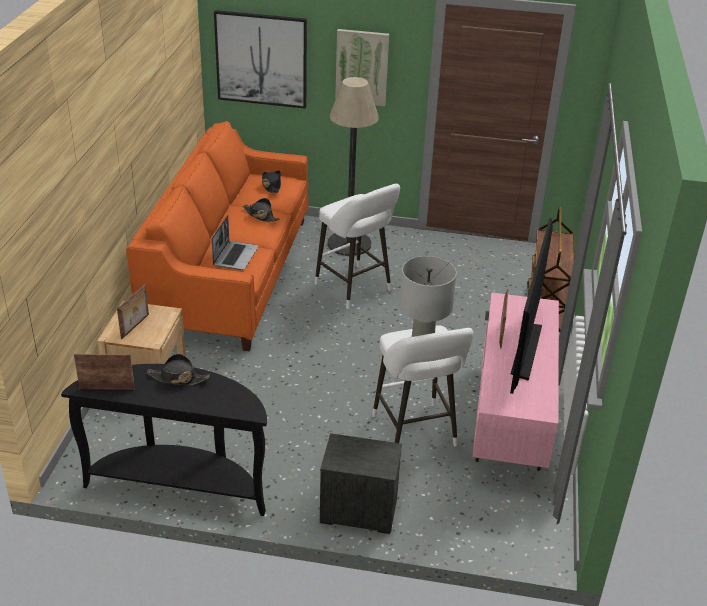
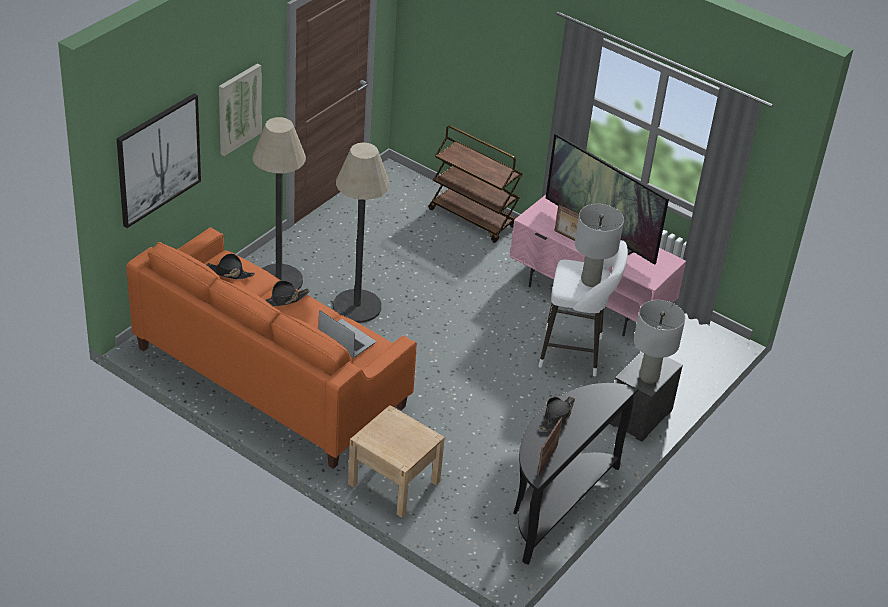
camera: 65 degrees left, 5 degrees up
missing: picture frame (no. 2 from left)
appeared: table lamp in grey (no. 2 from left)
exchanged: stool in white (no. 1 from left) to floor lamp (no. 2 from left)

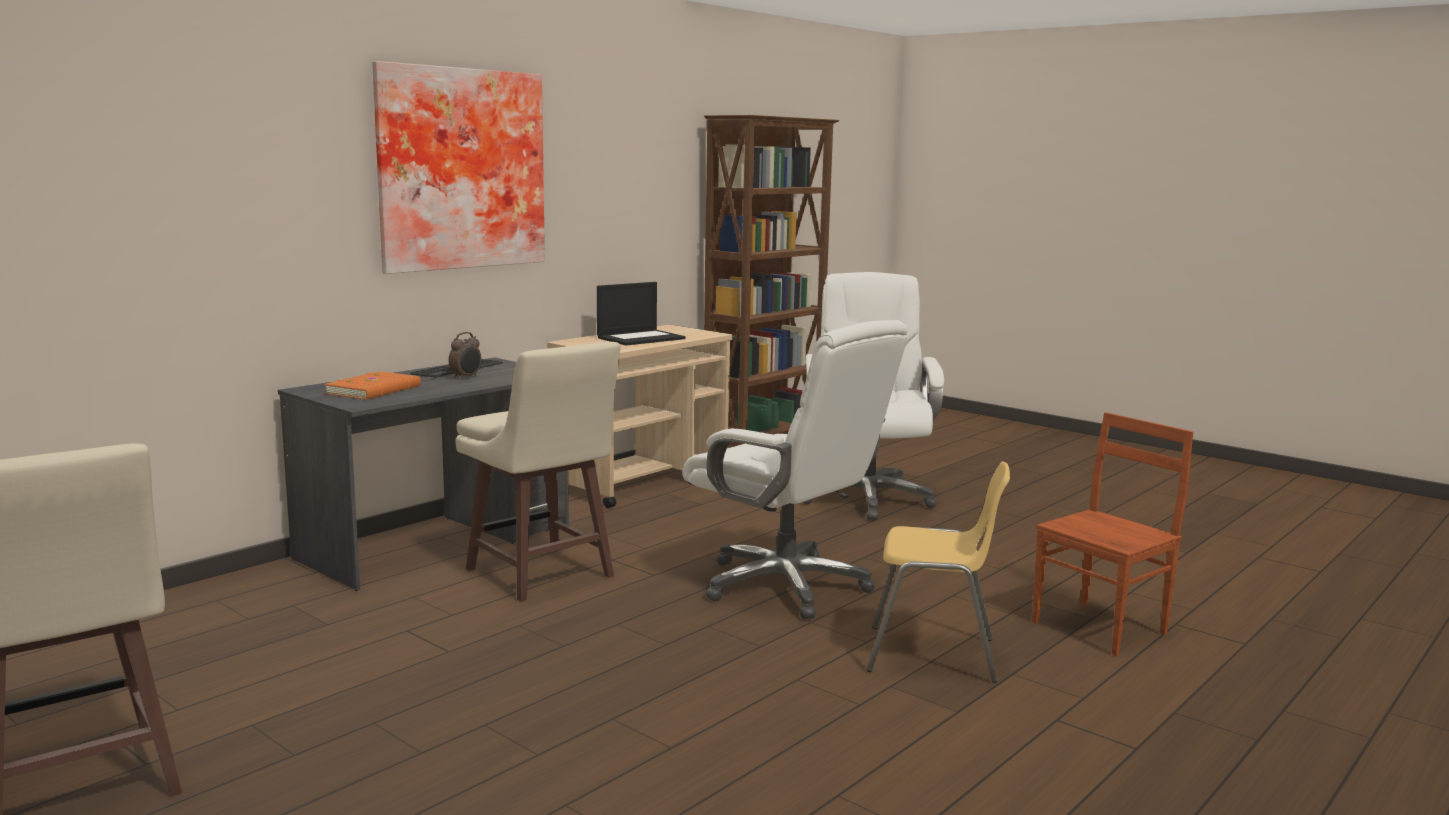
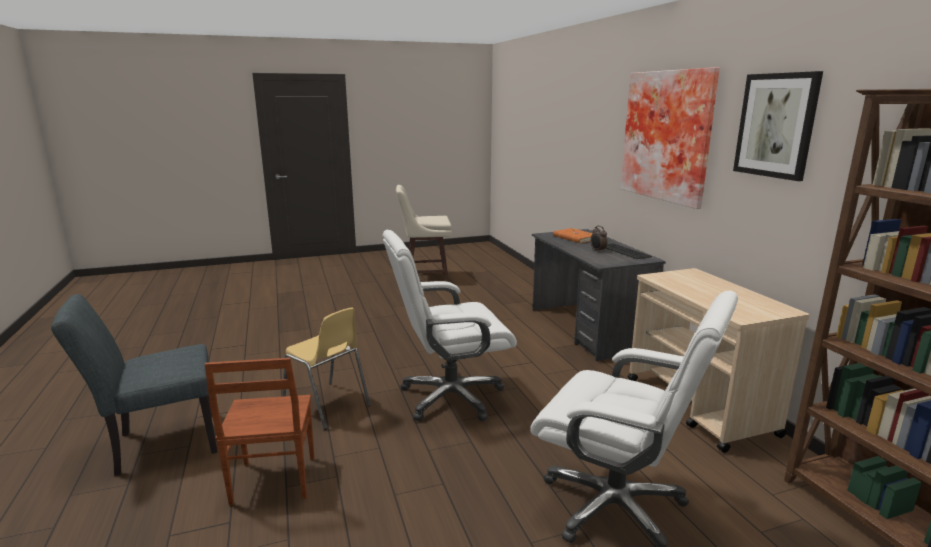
camera: 120 degrees right, 5 degrees up
missing: stool in beige (no. 2 from left); laptop
appeared: chair in grey; picture (no. 2 from left)
spun: chair in yellow 90 degrees counterclockwise

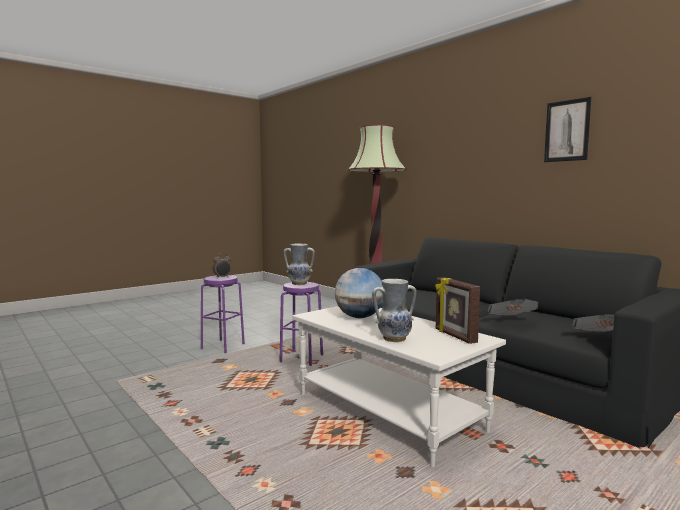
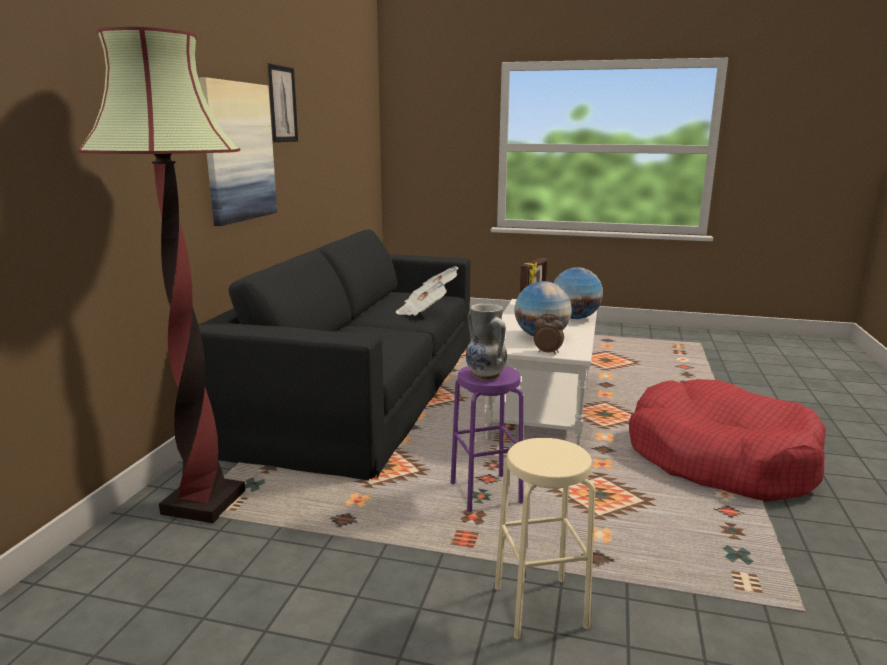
camera: 125 degrees left, 10 degrees up
appeared: picture (no. 1 from left); dog bed in red
relocated: alarm clock
exchanged: vase (no. 2 from left) to globe (no. 2 from left)
colour: stool in purple (no. 1 from left) to stool in beige

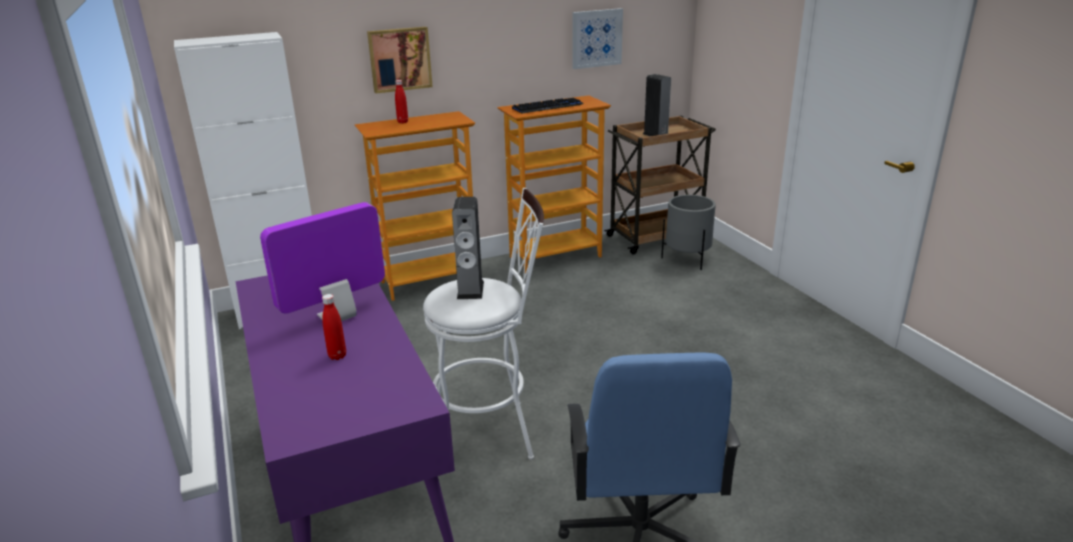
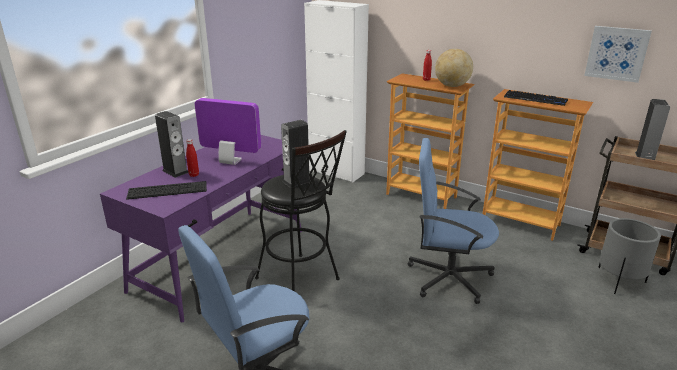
camera: 55 degrees right, 0 degrees up
missing: picture (no. 1 from left)
appeared: keyboard (no. 1 from left); speaker (no. 1 from left); office chair in blue (no. 2 from left); globe
colour: stool in white to stool in black

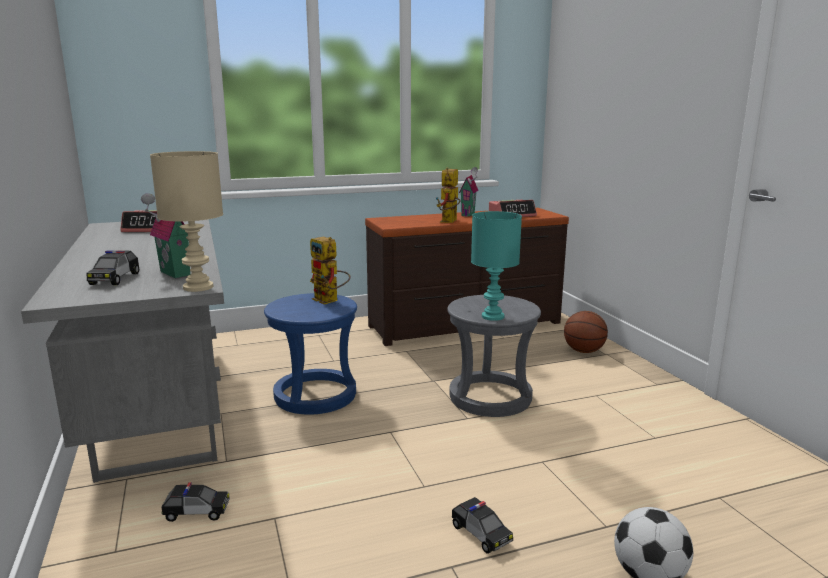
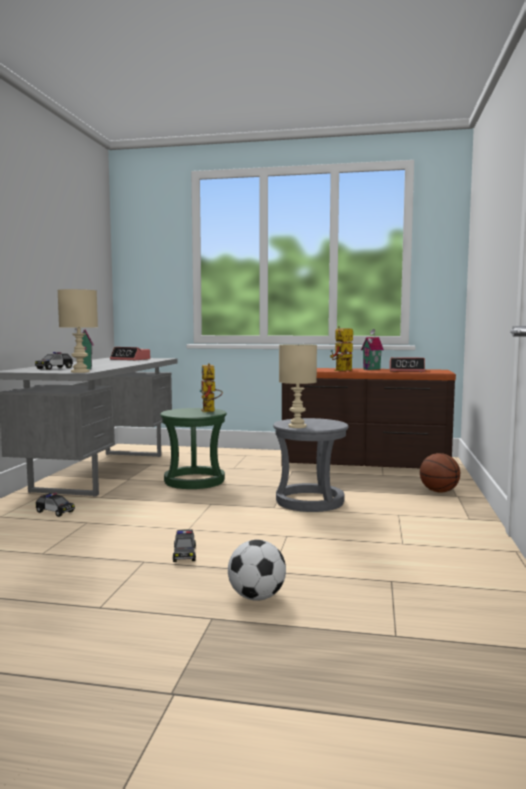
camera: 30 degrees right, 10 degrees down
colour: stool in blue to stool in green; table lamp in turquoise to table lamp in beige (no. 2 from left)

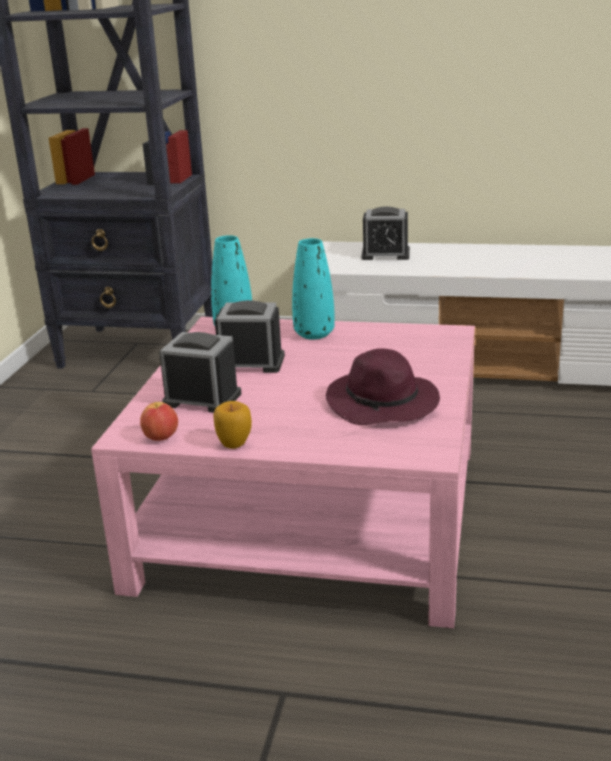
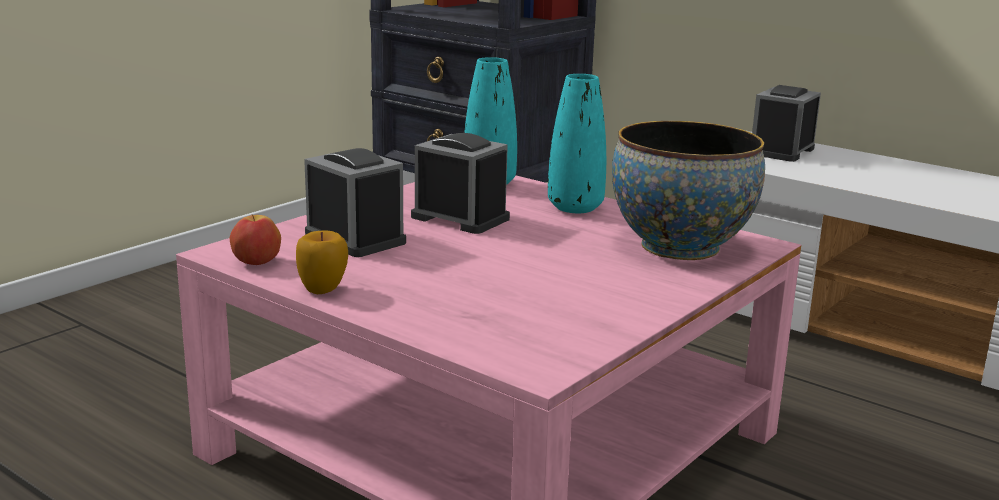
camera: 25 degrees right, 5 degrees down
missing: hat in purple
appeared: bowl
spun: alarm clock (no. 3 from left) 90 degrees clockwise

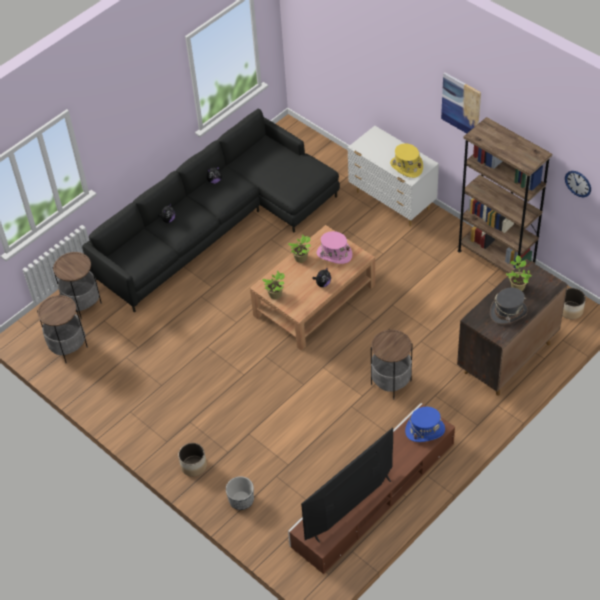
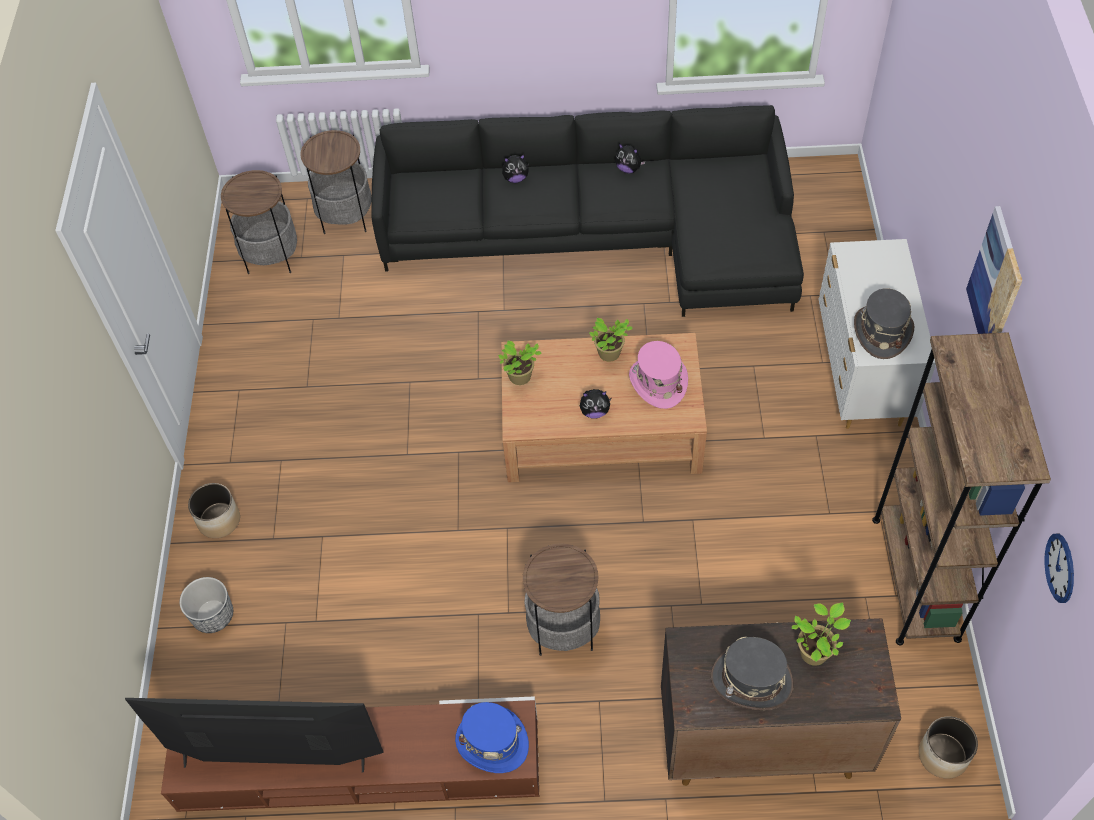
camera: 45 degrees right, 5 degrees up
colour: hat in yellow to hat in grey (no. 2 from left)

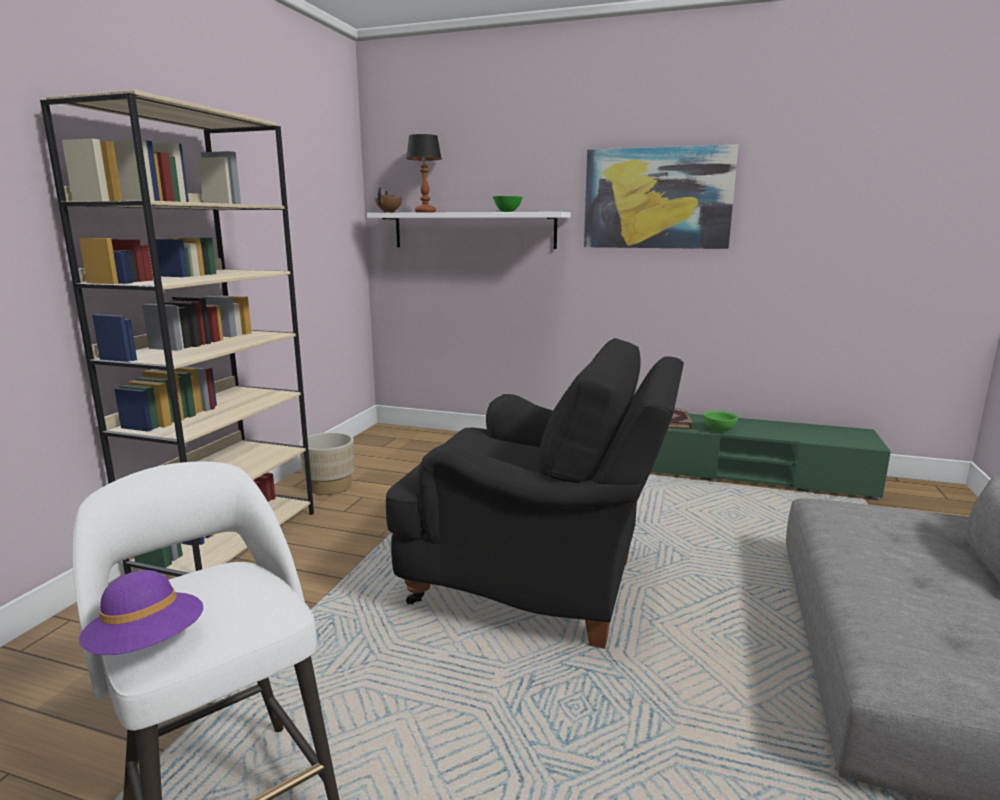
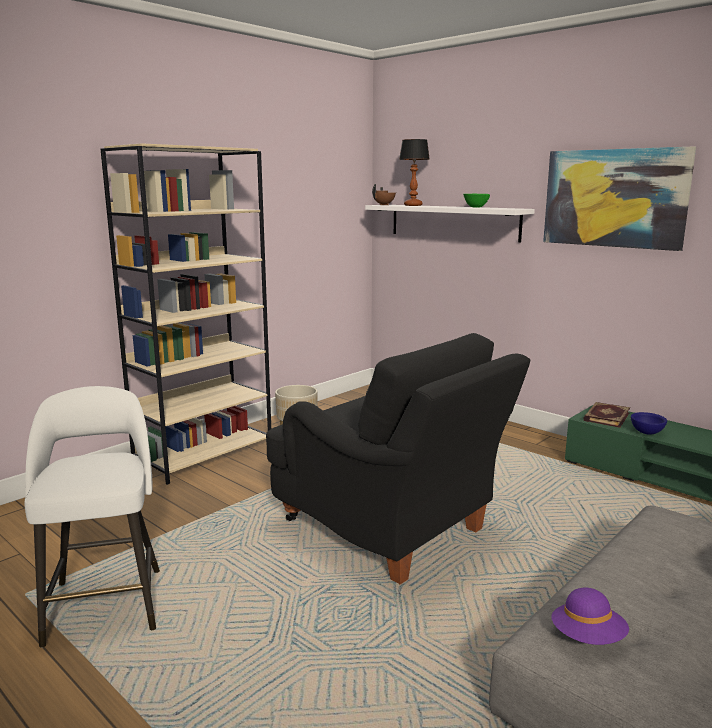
camera: 25 degrees right, 0 degrees up
relocated: hat in purple
colour: bowl in green (no. 2 from left) to bowl in blue

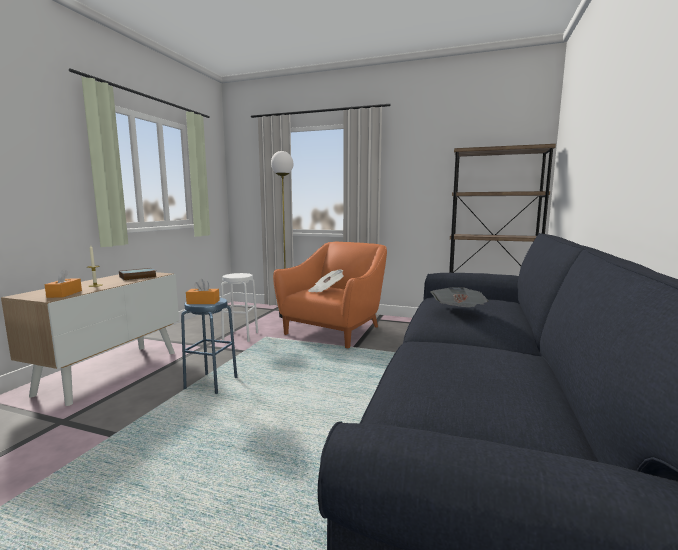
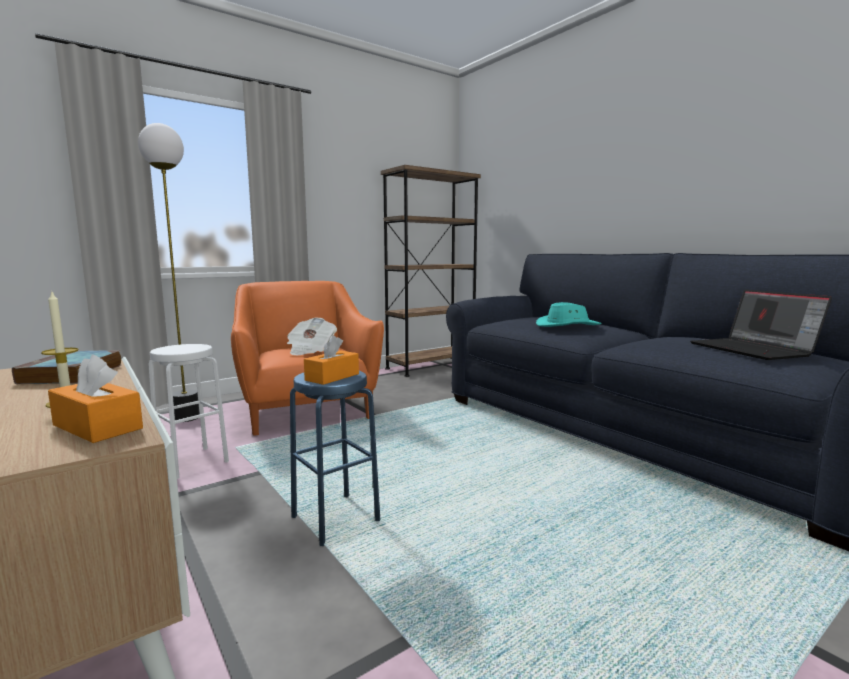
camera: 55 degrees left, 0 degrees up
appeared: laptop
exchanged: newspaper (no. 2 from left) to hat in turquoise

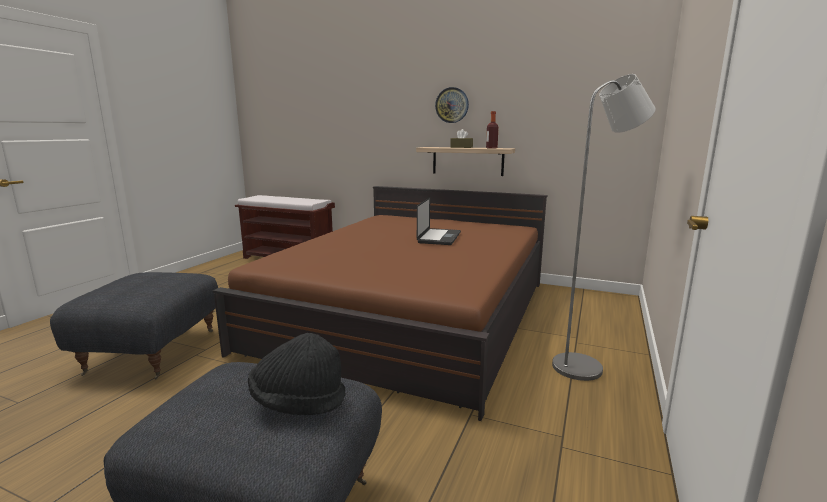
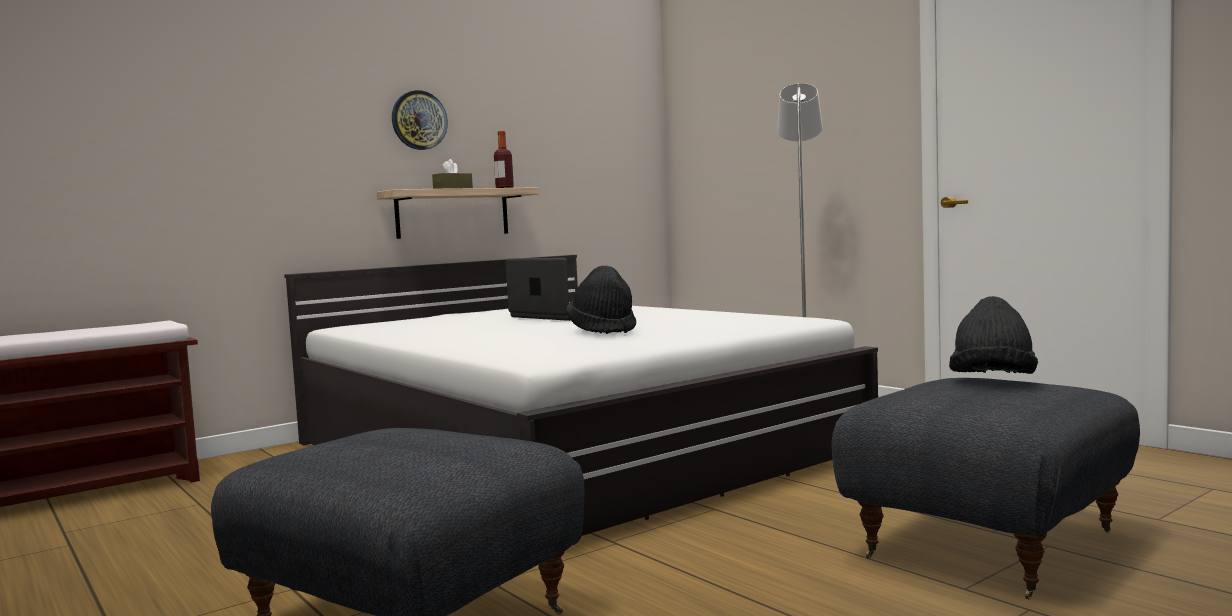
camera: 60 degrees left, 10 degrees down
appeared: hat in black (no. 1 from left)
colour: bed in brown to bed in white

